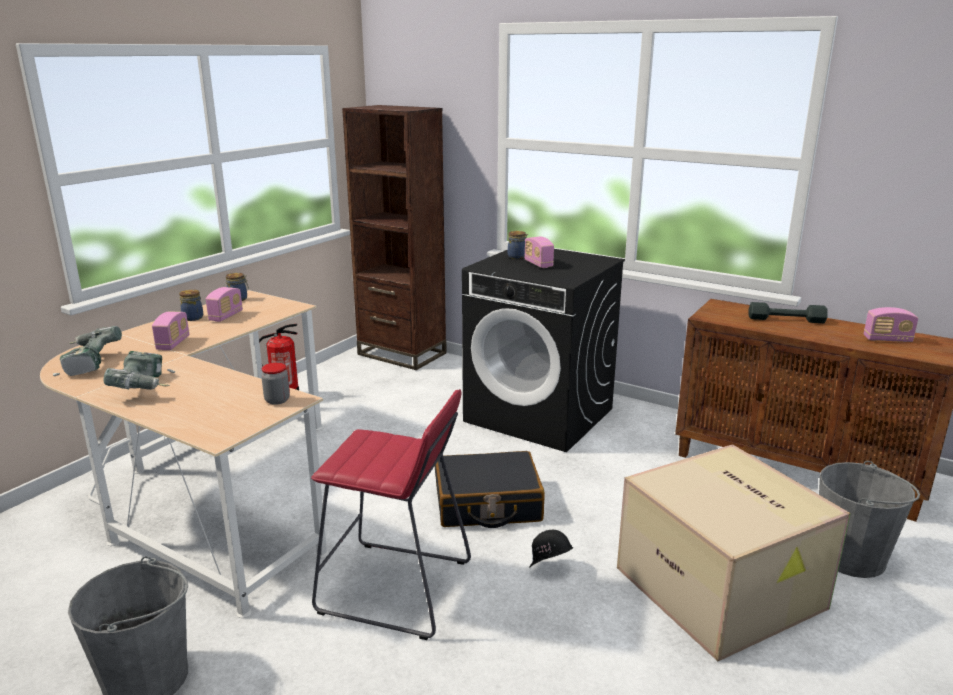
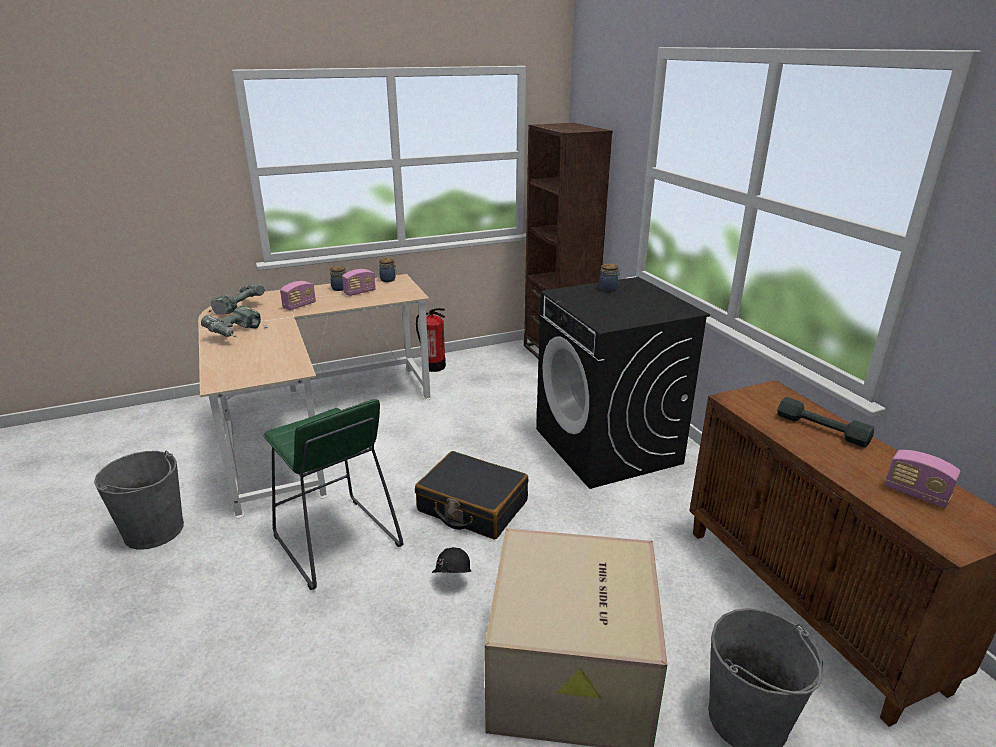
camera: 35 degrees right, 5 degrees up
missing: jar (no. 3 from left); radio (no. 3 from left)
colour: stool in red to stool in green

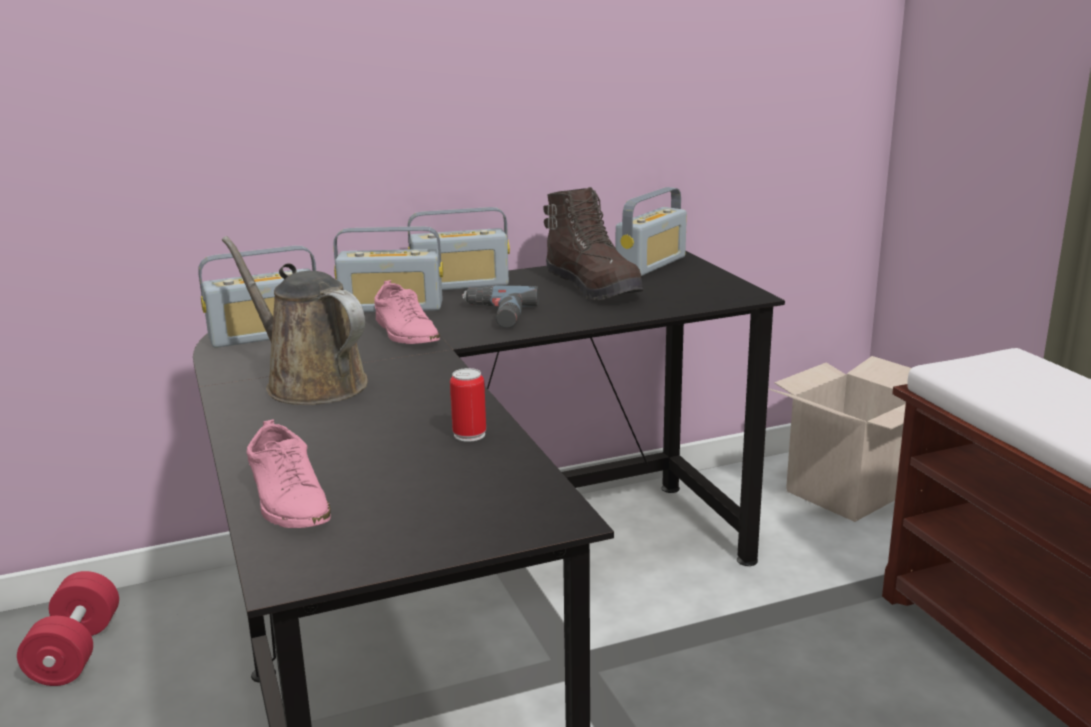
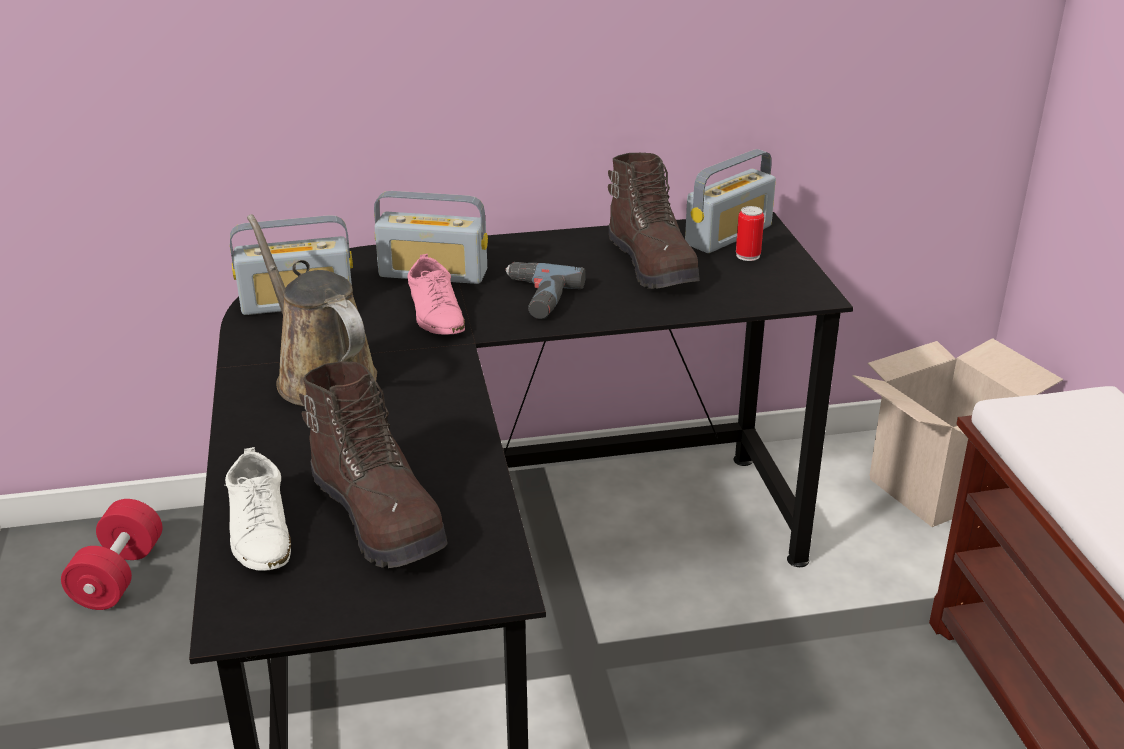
camera: 10 degrees right, 10 degrees up
missing: radio (no. 3 from left)
appeared: boot in brown (no. 1 from left)
relocated: can
colour: shoe in pink (no. 1 from left) to shoe in white

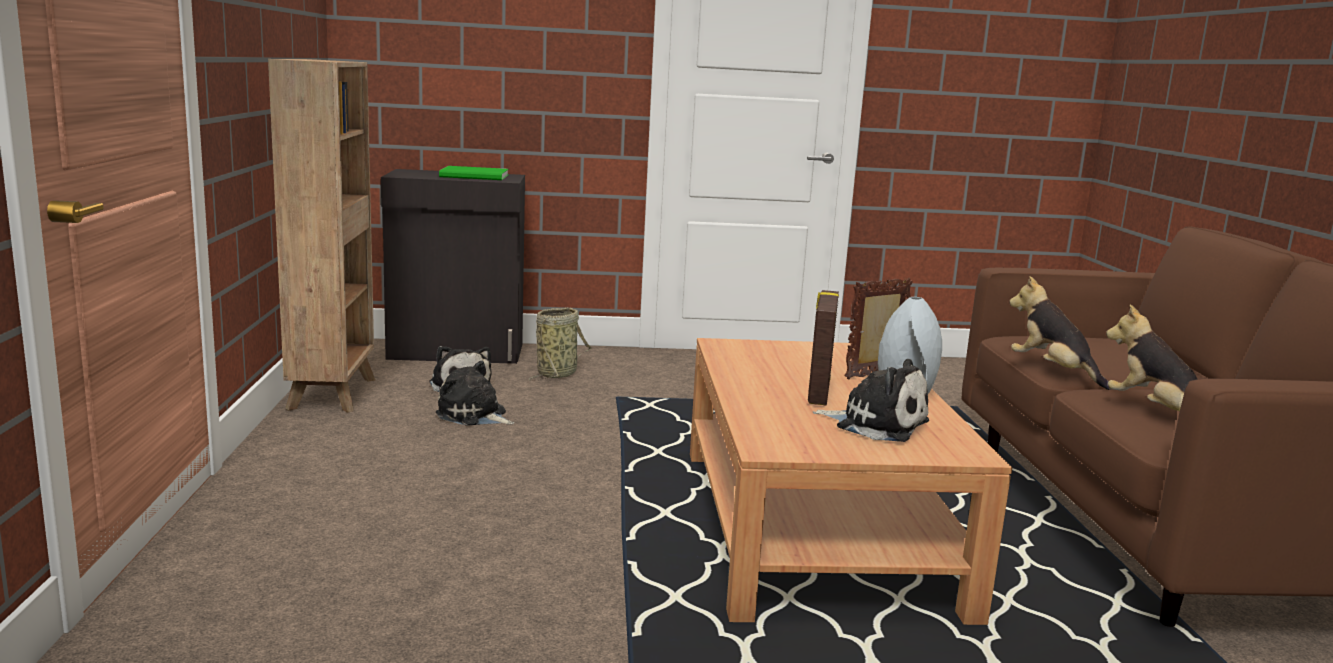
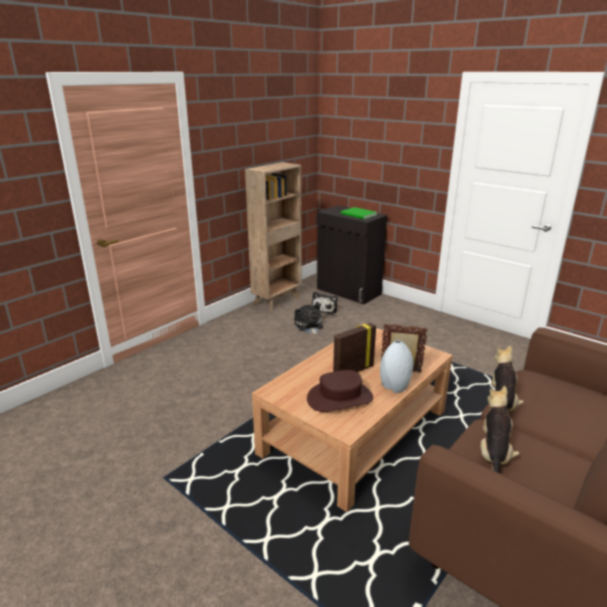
camera: 45 degrees right, 10 degrees up
missing: basket
exchanged: plush toy (no. 3 from left) to hat in brown

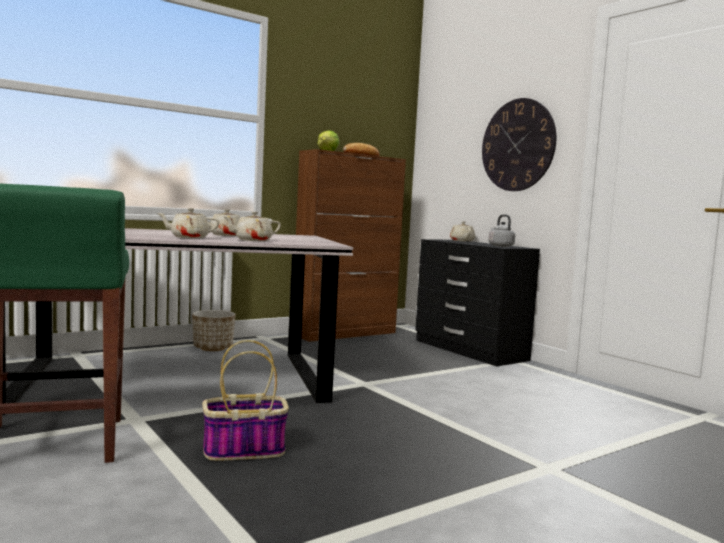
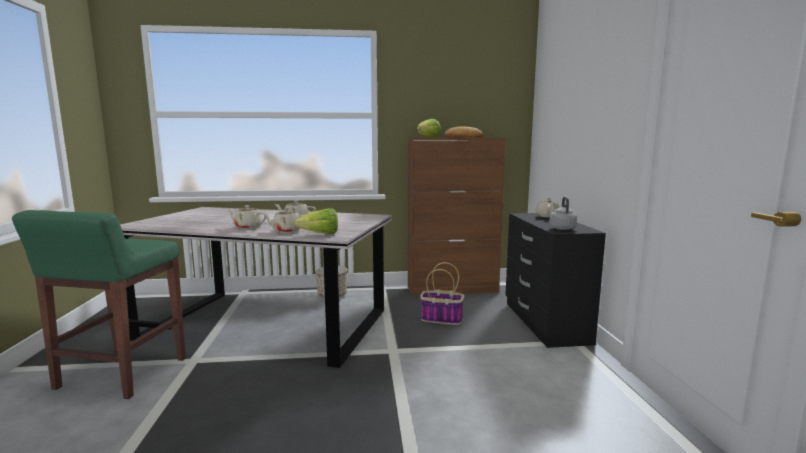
camera: 30 degrees right, 5 degrees up
missing: wall clock
appeared: lettuce (no. 1 from left)
relocated: basket

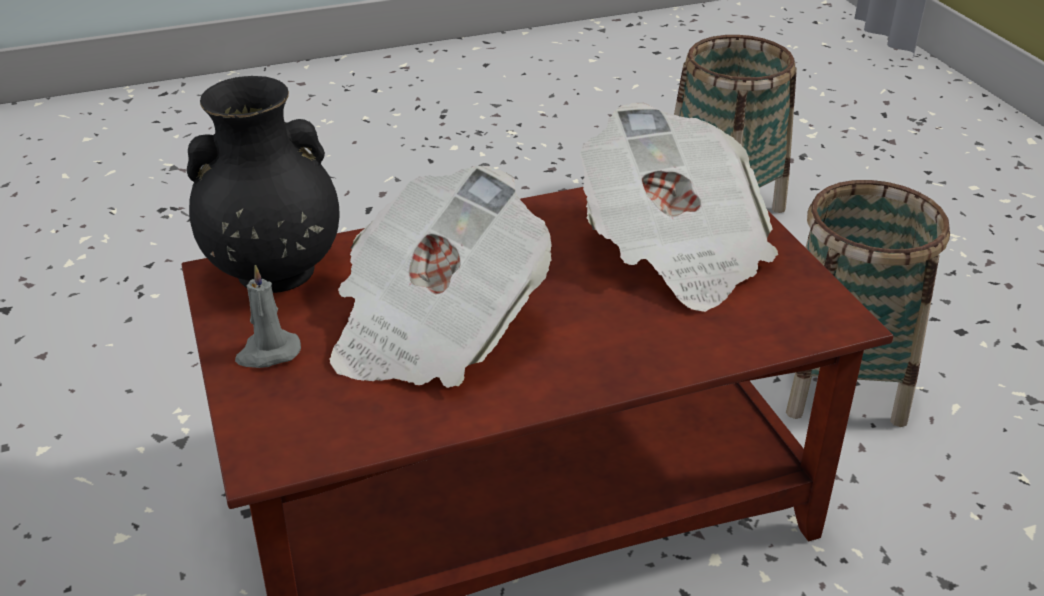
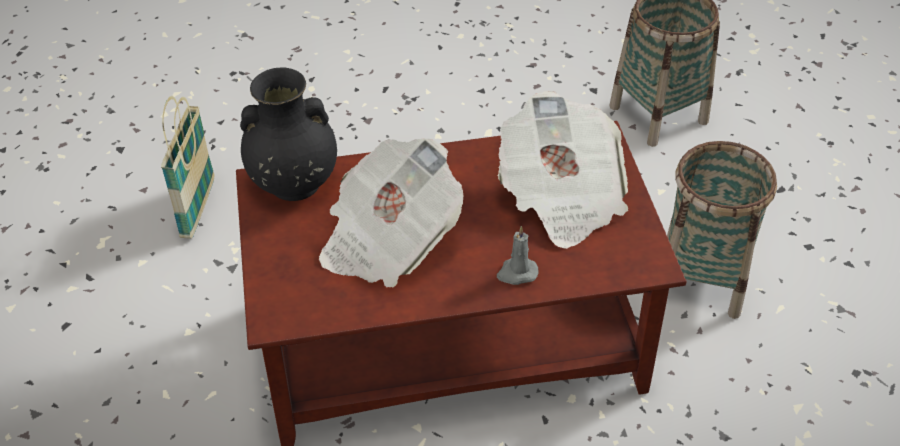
camera: 10 degrees right, 10 degrees up
appeared: basket (no. 1 from left)
relocated: candle in grey

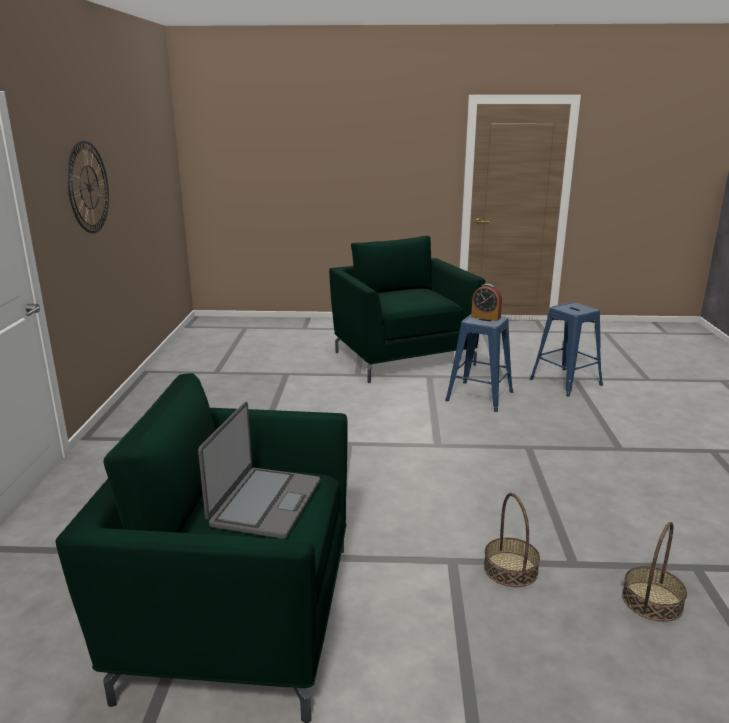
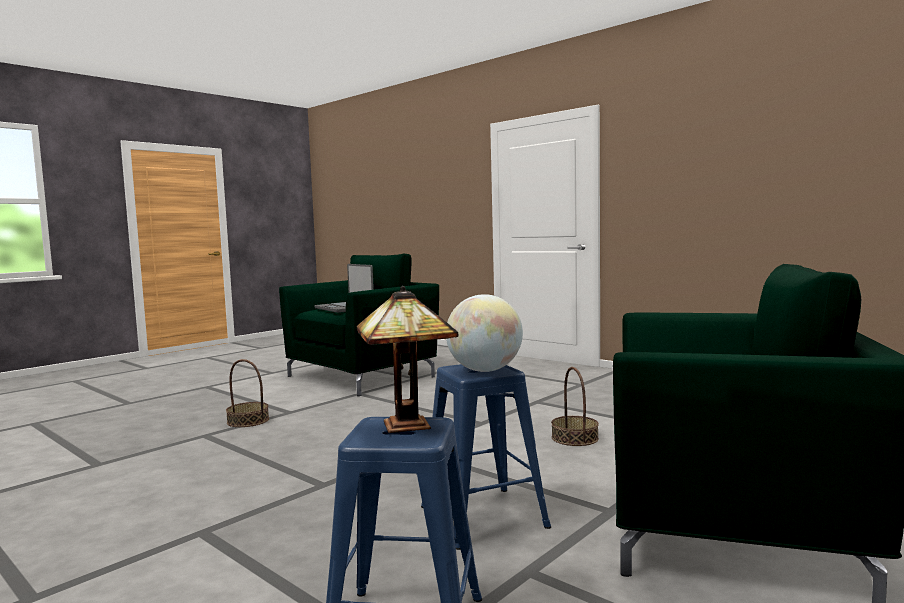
camera: 130 degrees right, 15 degrees down
missing: wall clock
appeared: table lamp
relocated: basket (no. 2 from left)
exchanged: alarm clock to globe

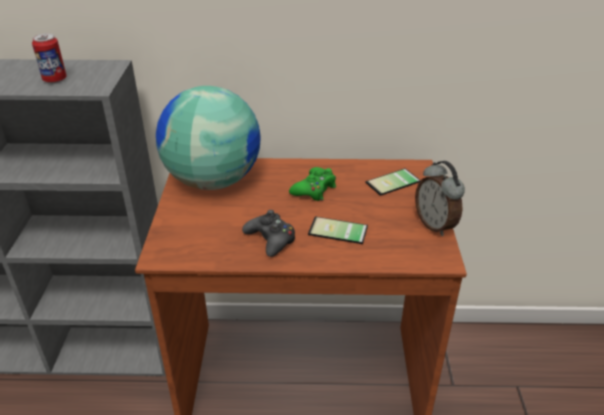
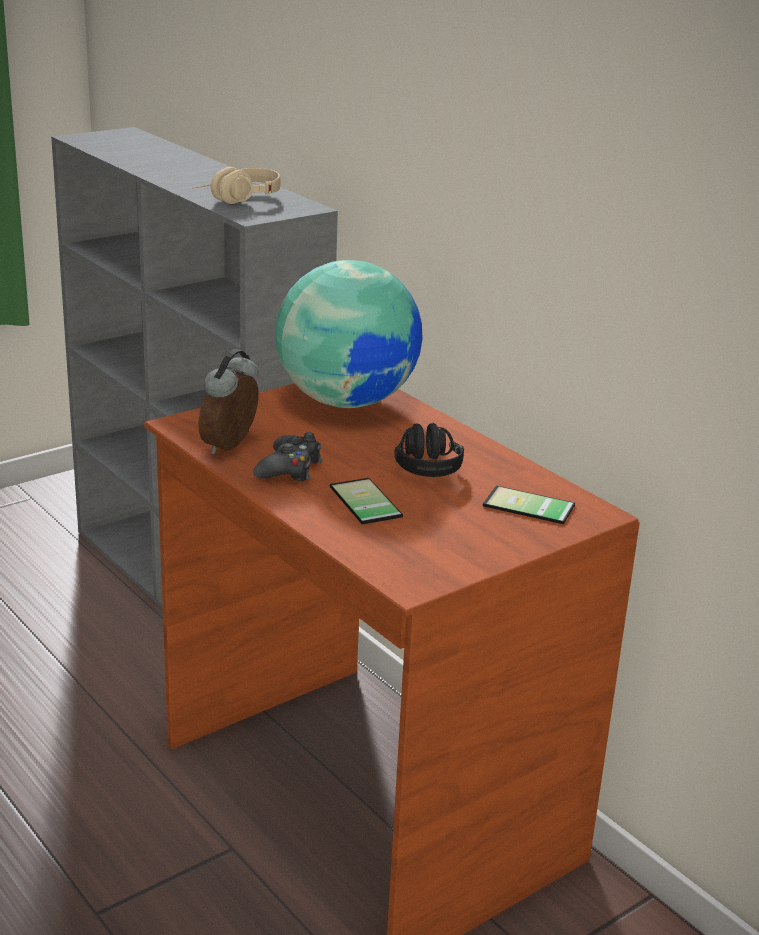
camera: 50 degrees right, 10 degrees down
relocated: alarm clock
exchanged: can to headphones in beige; game controller in green to headphones in black

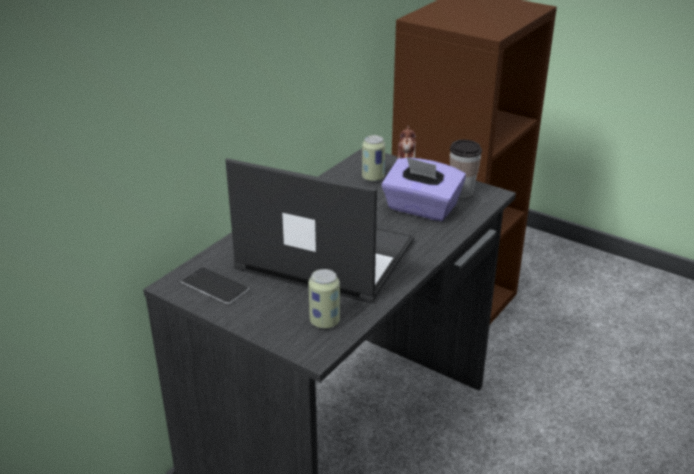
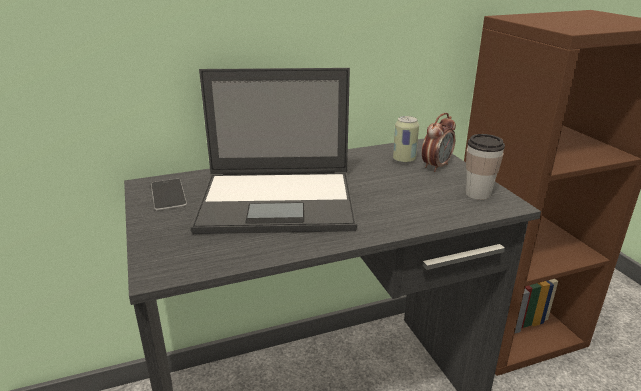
camera: 35 degrees right, 5 degrees down
missing: can (no. 1 from left); tissue box in purple
spun: laptop 120 degrees clockwise

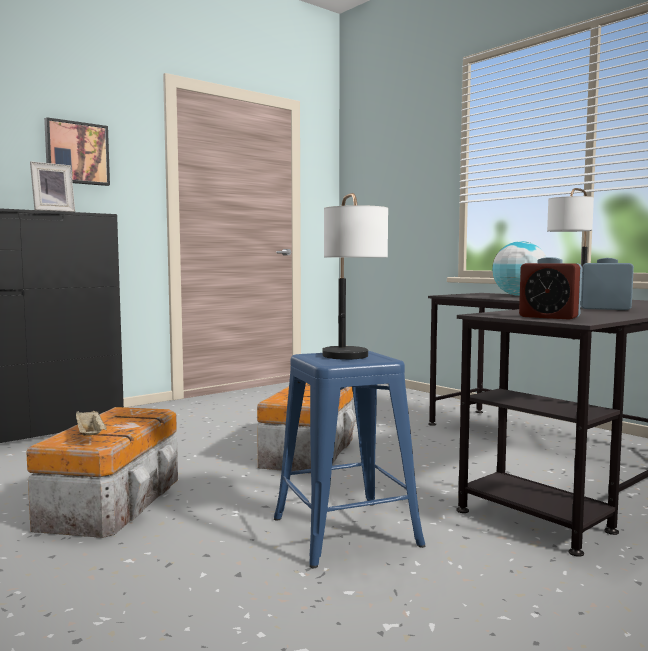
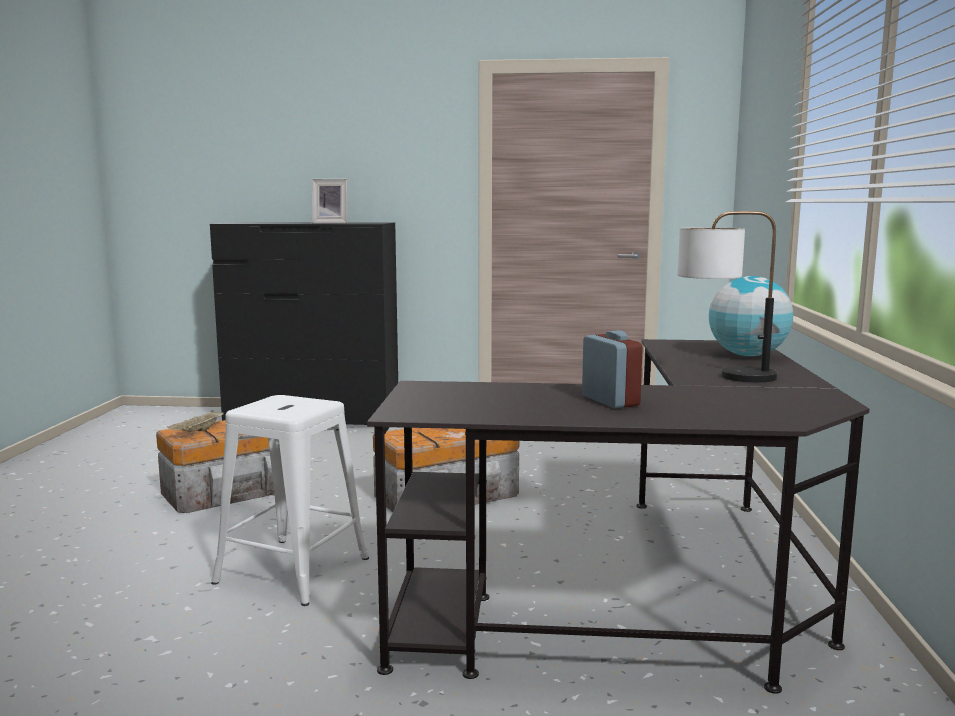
camera: 45 degrees right, 5 degrees up
missing: picture; table lamp (no. 1 from left); alarm clock (no. 1 from left)
colour: stool in blue to stool in white

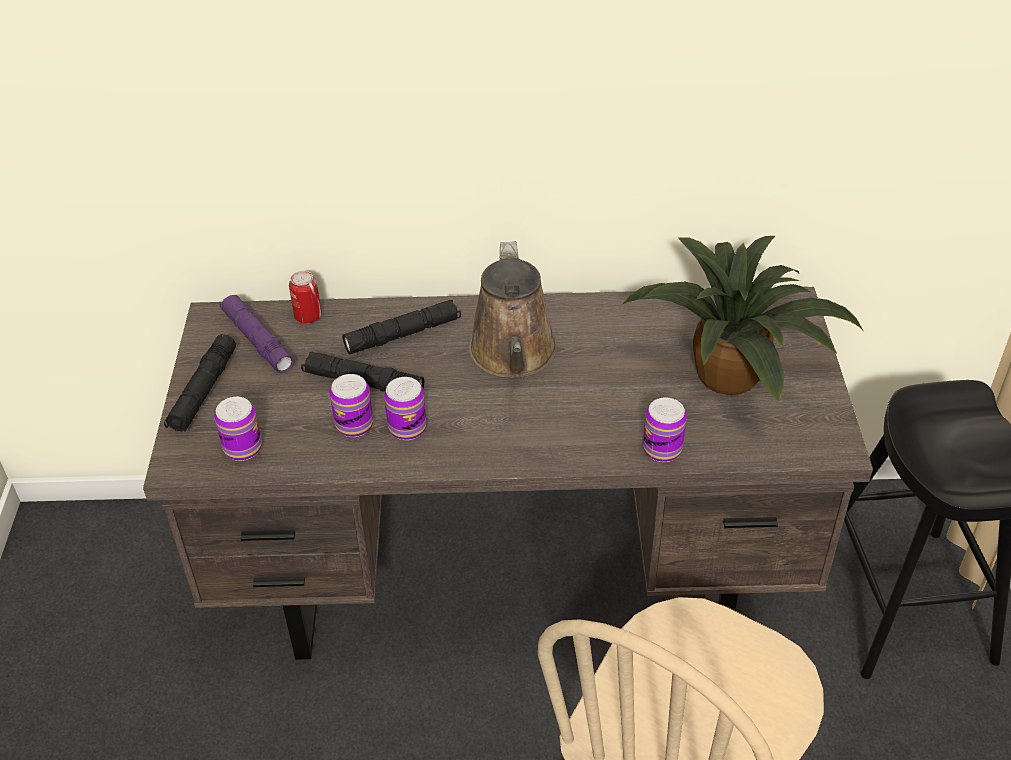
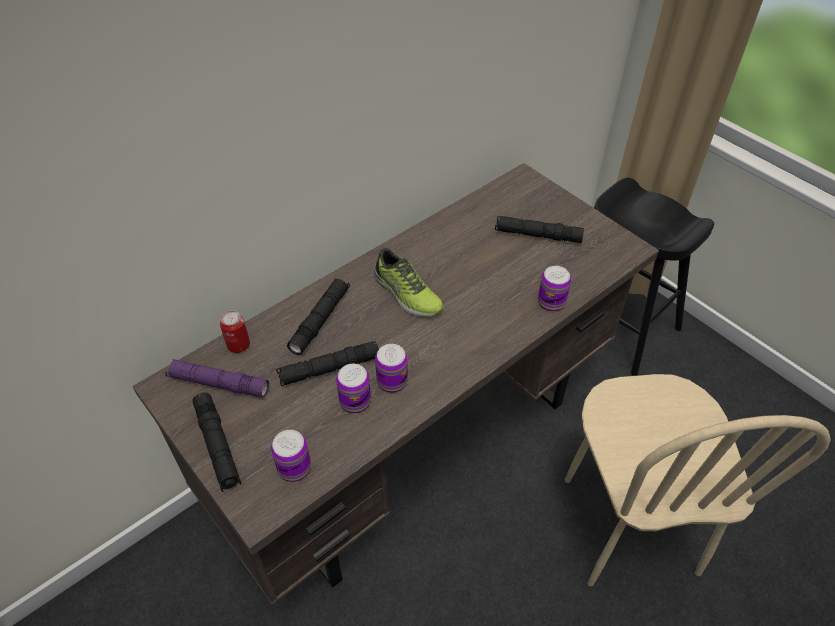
camera: 40 degrees left, 5 degrees up
exchanged: watering can in brown to shoe; potted plant to flashlight in black (no. 4 from left)

